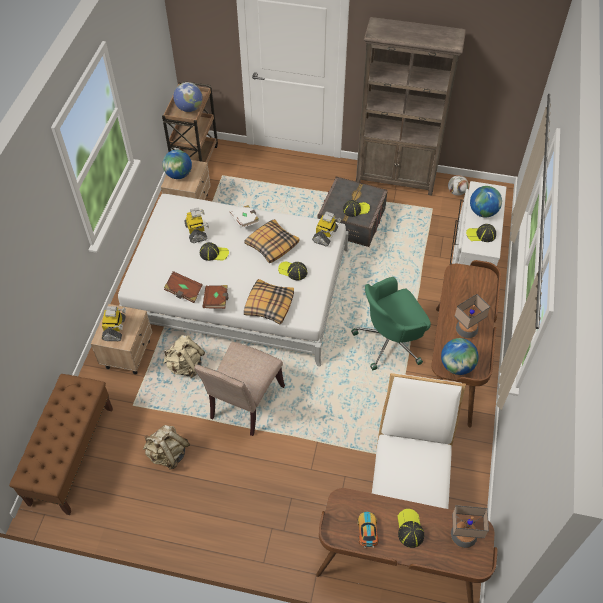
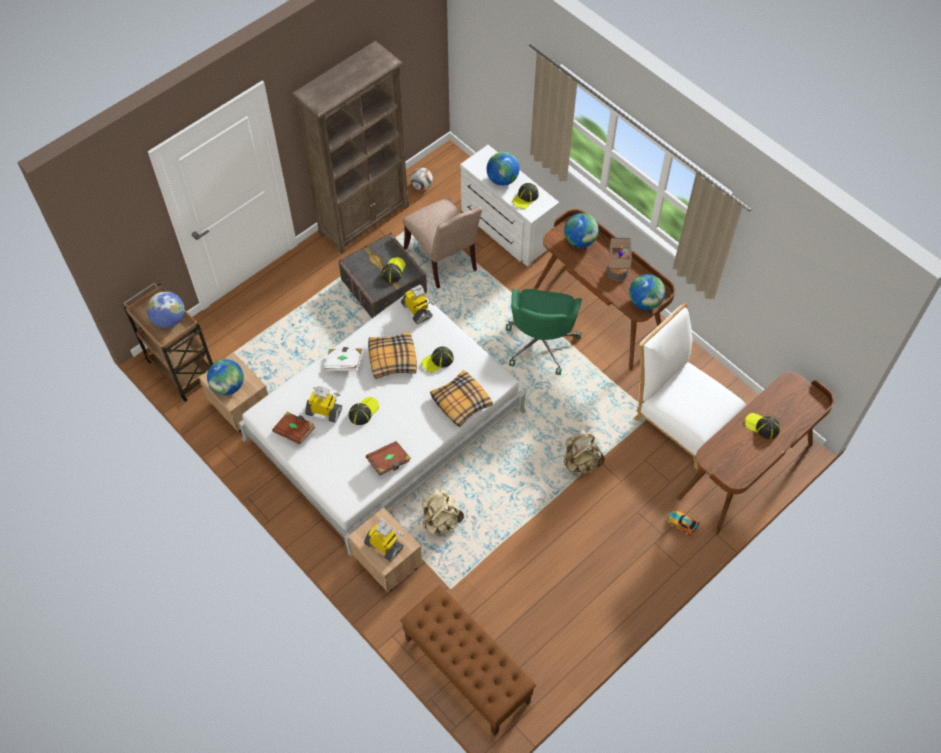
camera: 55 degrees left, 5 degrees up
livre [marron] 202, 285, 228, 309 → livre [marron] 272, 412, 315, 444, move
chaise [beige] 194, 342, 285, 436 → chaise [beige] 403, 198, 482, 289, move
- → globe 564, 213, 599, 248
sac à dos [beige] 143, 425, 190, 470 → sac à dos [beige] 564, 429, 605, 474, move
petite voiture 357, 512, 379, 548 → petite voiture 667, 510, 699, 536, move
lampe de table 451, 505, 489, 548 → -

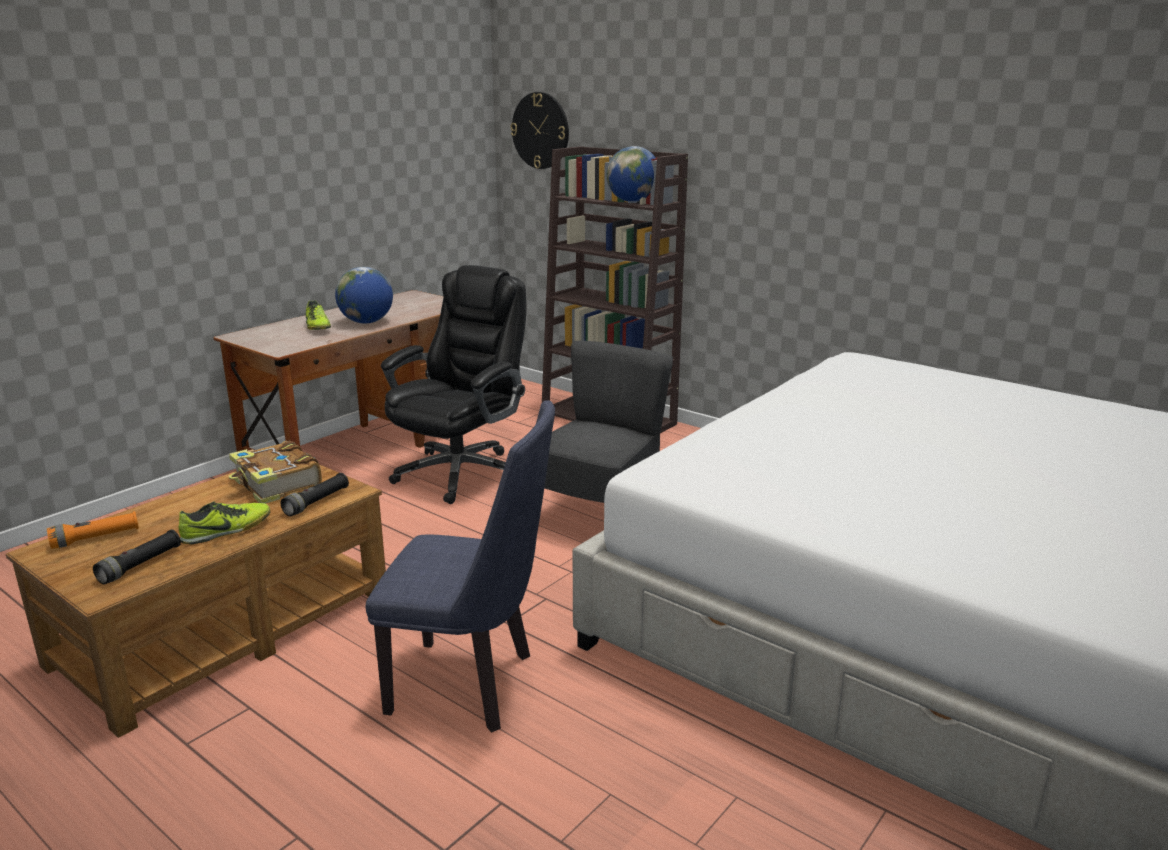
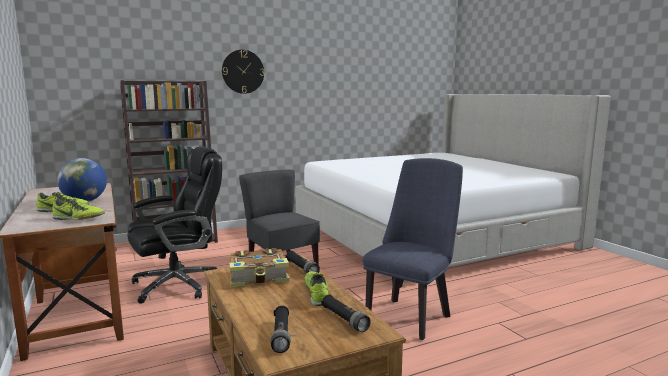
camera: 65 degrees left, 10 degrees down
- → chaussure 52, 199, 105, 220
chaise de bureau [noir] 381, 265, 526, 504 → chaise de bureau [noir] 128, 147, 222, 304, 90 degrees clockwise
horloge murale 510, 92, 569, 169 → horloge murale 222, 50, 264, 94, move
lampe de poche [orange] 47, 511, 139, 549 → lampe de poche [noir] 271, 306, 291, 353
globe 607, 146, 656, 202 → -

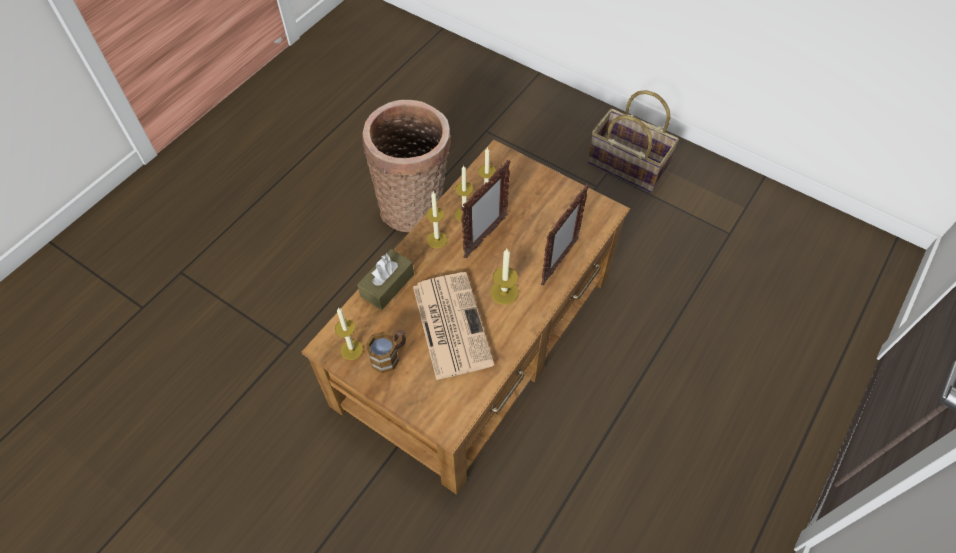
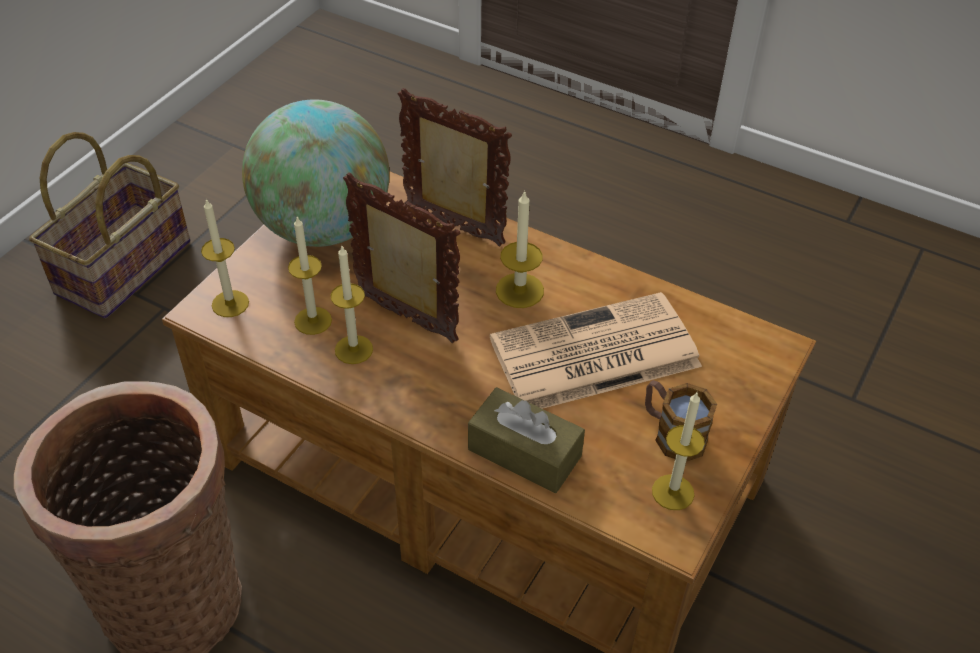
camera: 95 degrees left, 10 degrees down
bougie 426, 192, 447, 248 → bougie 201, 198, 249, 317, move
- → globe 242, 100, 390, 247

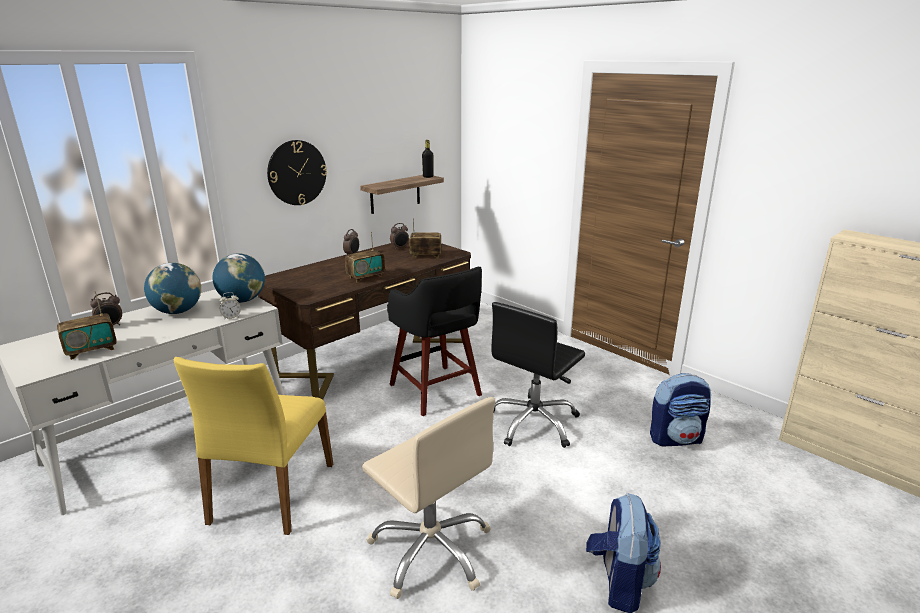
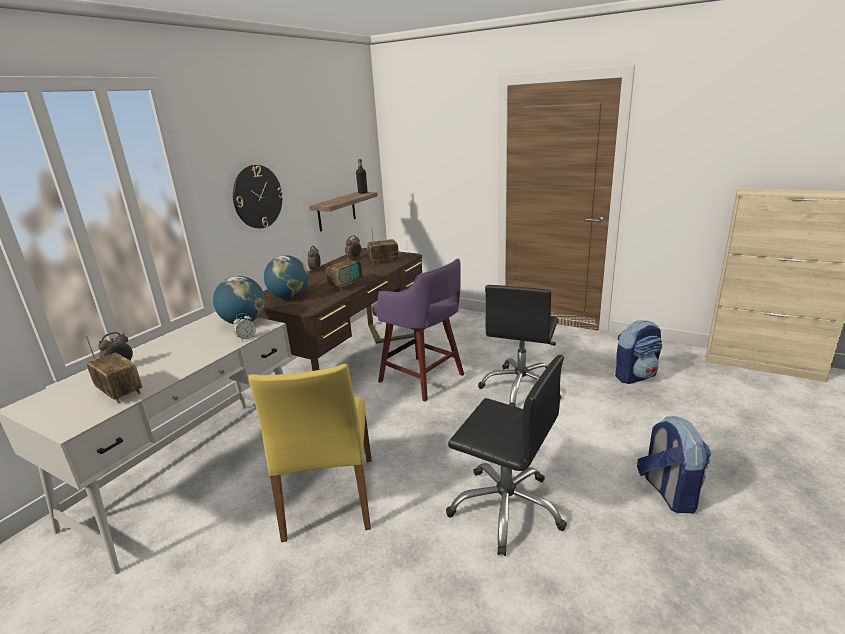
camera: 15 degrees left, 0 degrees up
radio 57, 291, 117, 360 → radio 86, 335, 142, 403, 90 degrees counterclockwise
globe 144, 263, 201, 314 → globe 264, 255, 309, 299, move
tabouret [noir] 387, 267, 482, 416 → tabouret [violet] 372, 259, 464, 401
chaise de bureau [beige] 362, 397, 495, 599 → chaise de bureau [noir] 446, 355, 567, 556

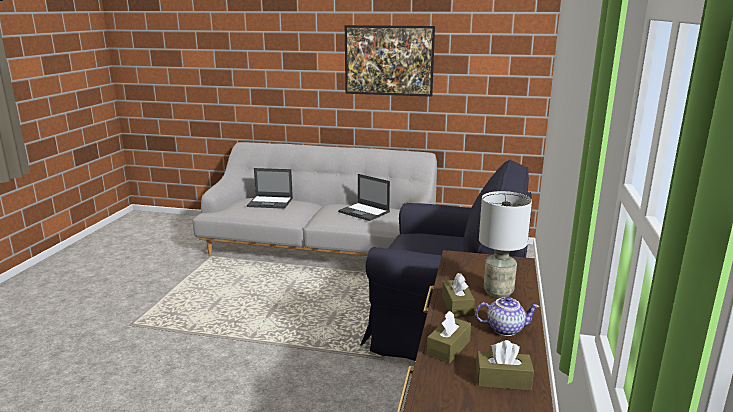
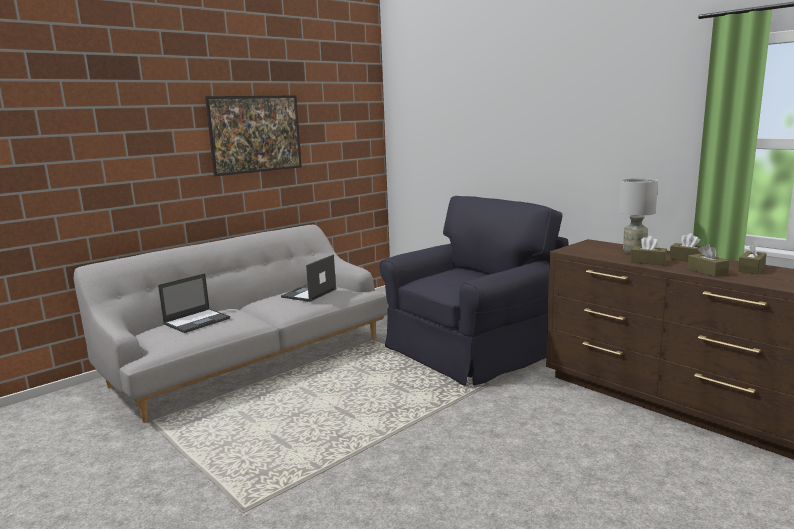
camera: 55 degrees left, 5 degrees down
ordinateur portable 338, 174, 390, 221 → ordinateur portable 281, 255, 336, 302, 135 degrees clockwise
théière 475, 296, 540, 336 → boîte à mouchoirs [marron] 669, 233, 704, 261

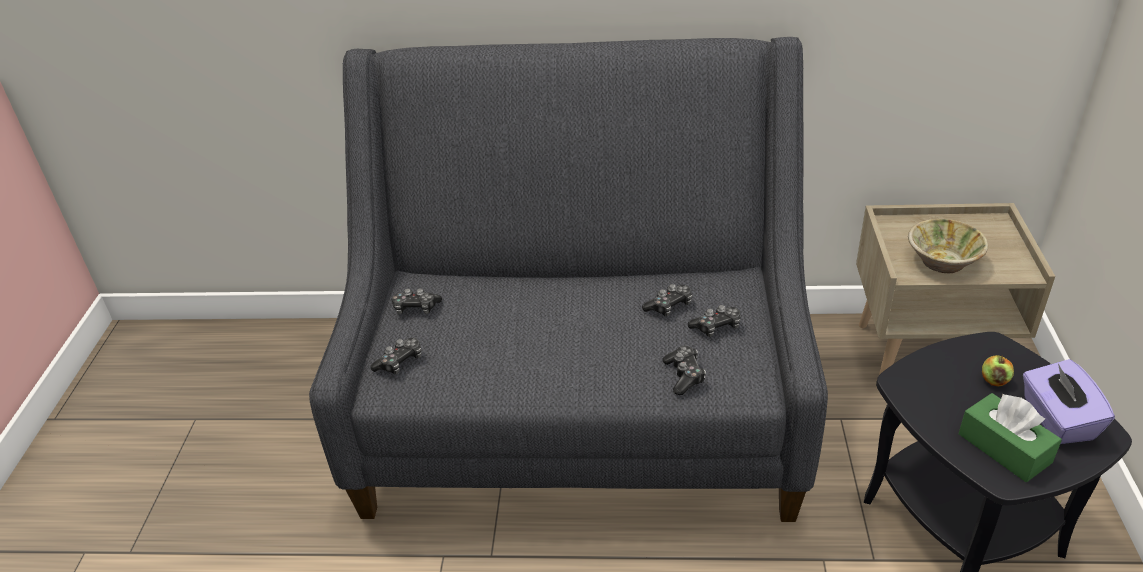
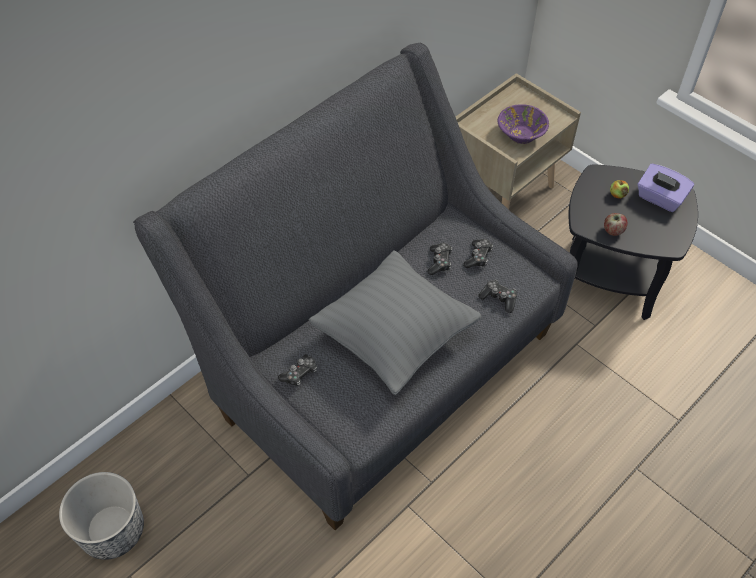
camera: 50 degrees left, 15 degrees up
- → cache-pot 59, 472, 144, 560
- → coussin [gris] 309, 250, 481, 395
bol [beige] 908, 219, 988, 273 → bol [violet] 498, 104, 549, 144
- → pomme 604, 213, 628, 236
manette 370, 338, 422, 374 → -
boîte à mouchoirs [vert] 959, 393, 1062, 482 → -

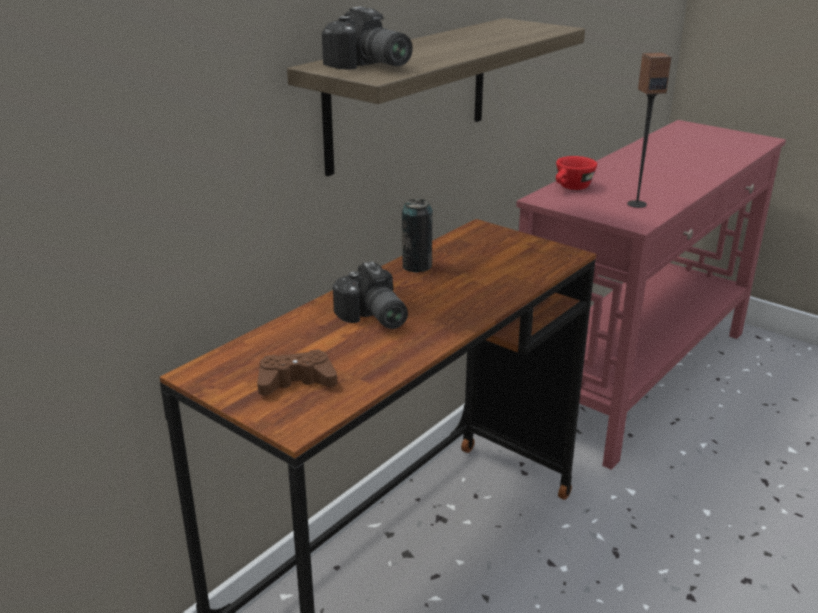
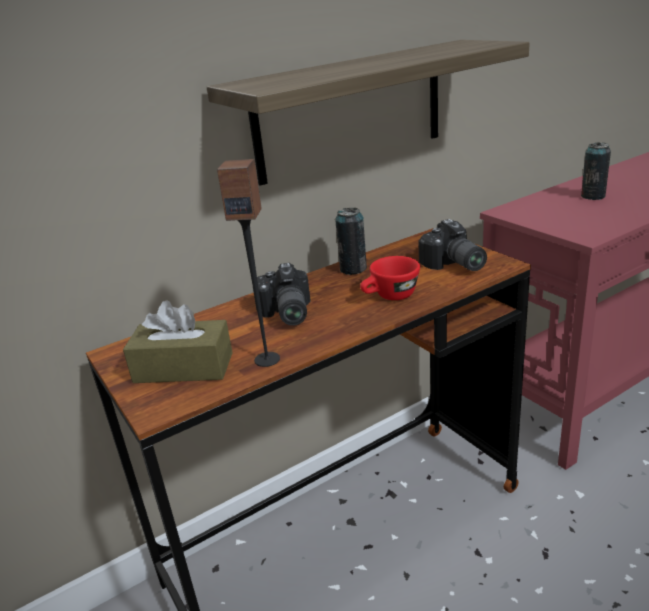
camera: 20 degrees right, 0 degrees up
manette [marron] 257, 349, 337, 395 → boîte à mouchoirs [marron] 123, 300, 233, 383
enceinte 627, 52, 671, 208 → enceinte 217, 159, 280, 367, move
tasse [rouge] 556, 156, 597, 190 → tasse [rouge] 360, 256, 420, 300, move
appareil photo 322, 6, 413, 69 → appareil photo 418, 219, 487, 271, move
- → boîte métallique 581, 143, 611, 200

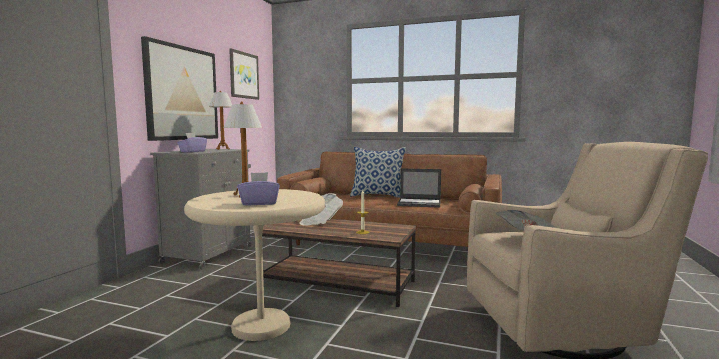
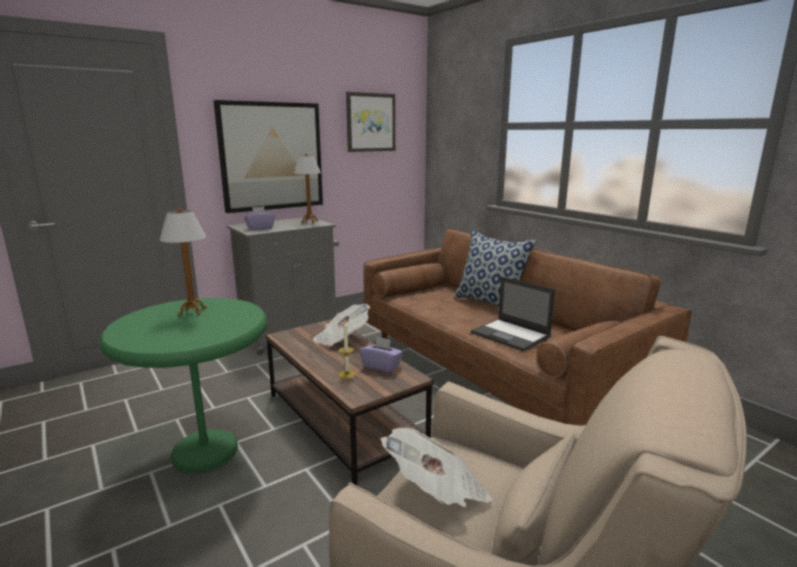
camera: 35 degrees right, 10 degrees up
table d'appoint [beige] 184, 189, 325, 341 → table d'appoint [vert] 100, 298, 267, 473
boîte à mouchoirs [violet] 237, 172, 280, 206 → boîte à mouchoirs [violet] 360, 337, 403, 373, move

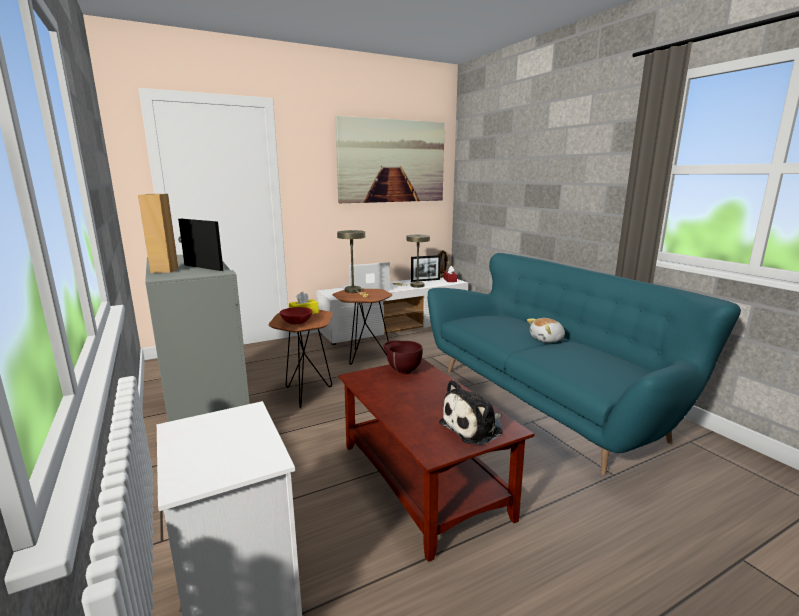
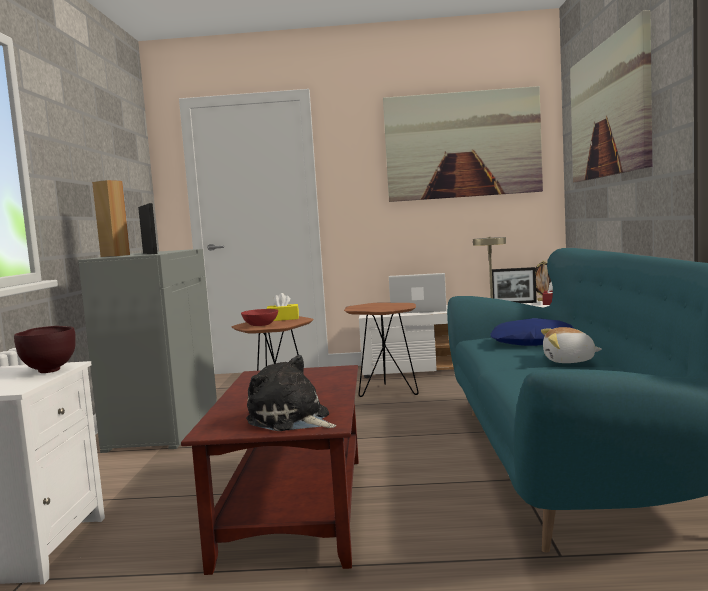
camera: 30 degrees right, 10 degrees down
bol [marron] 383, 341, 423, 374 → bol [marron] 14, 326, 76, 373, move
peluche 439, 380, 503, 445 → peluche 246, 355, 336, 431, 45 degrees clockwise
- → coussin [bleu] 490, 318, 574, 346
- → tableau 570, 10, 652, 182
lampe de table [beige] 337, 230, 368, 297 → -

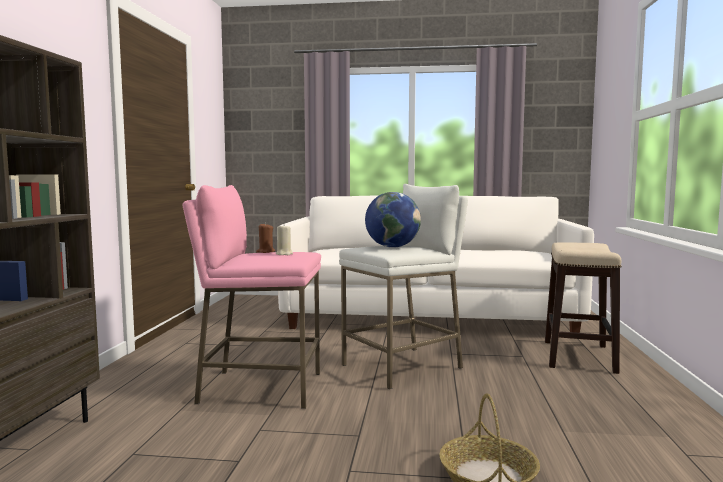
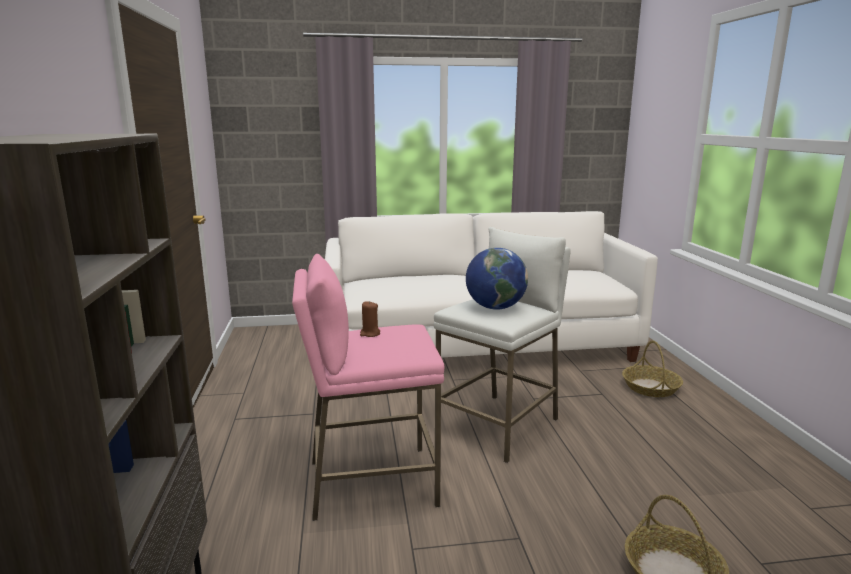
camera: 15 degrees left, 10 degrees up
tabouret 545, 242, 622, 374 → panier 622, 340, 683, 397
bougie [beige] 276, 226, 293, 255 → -

